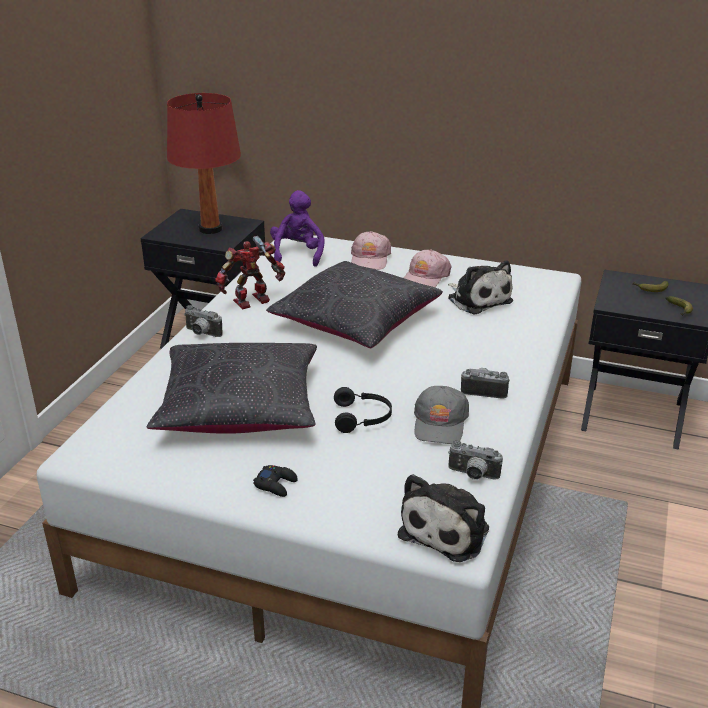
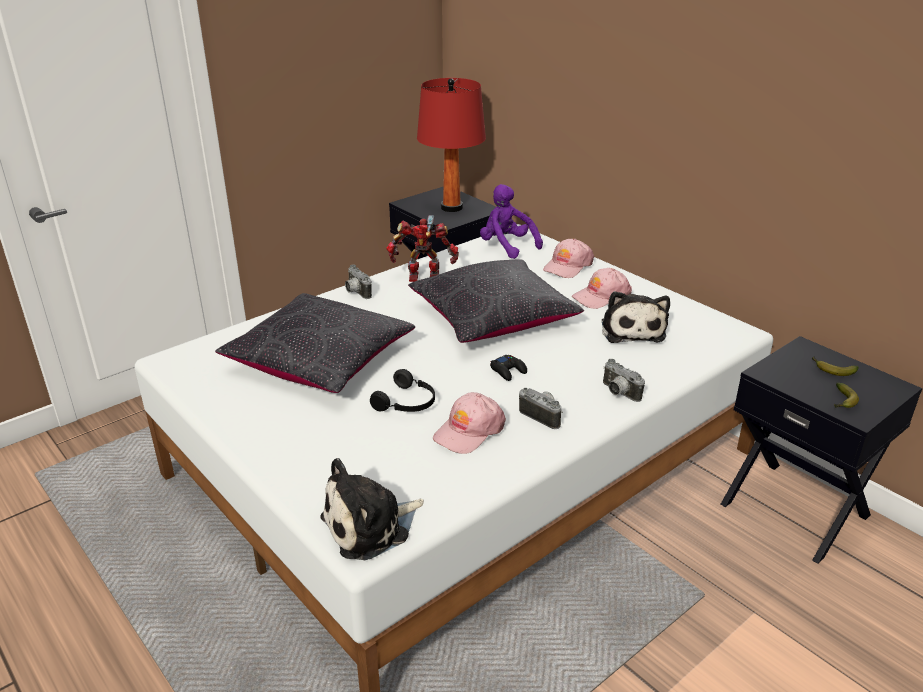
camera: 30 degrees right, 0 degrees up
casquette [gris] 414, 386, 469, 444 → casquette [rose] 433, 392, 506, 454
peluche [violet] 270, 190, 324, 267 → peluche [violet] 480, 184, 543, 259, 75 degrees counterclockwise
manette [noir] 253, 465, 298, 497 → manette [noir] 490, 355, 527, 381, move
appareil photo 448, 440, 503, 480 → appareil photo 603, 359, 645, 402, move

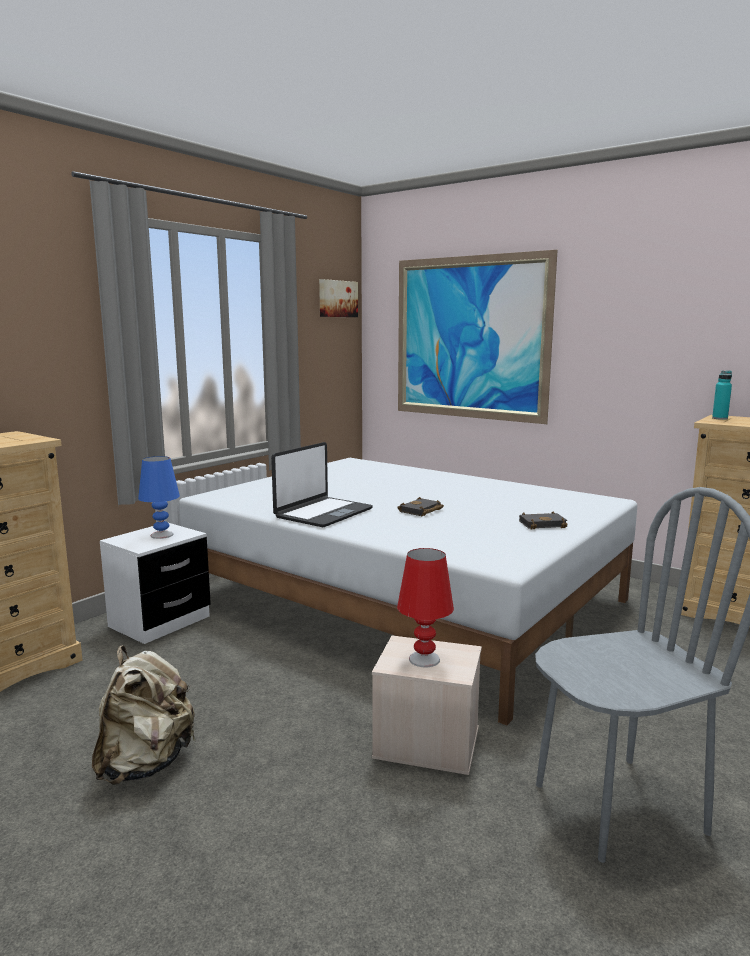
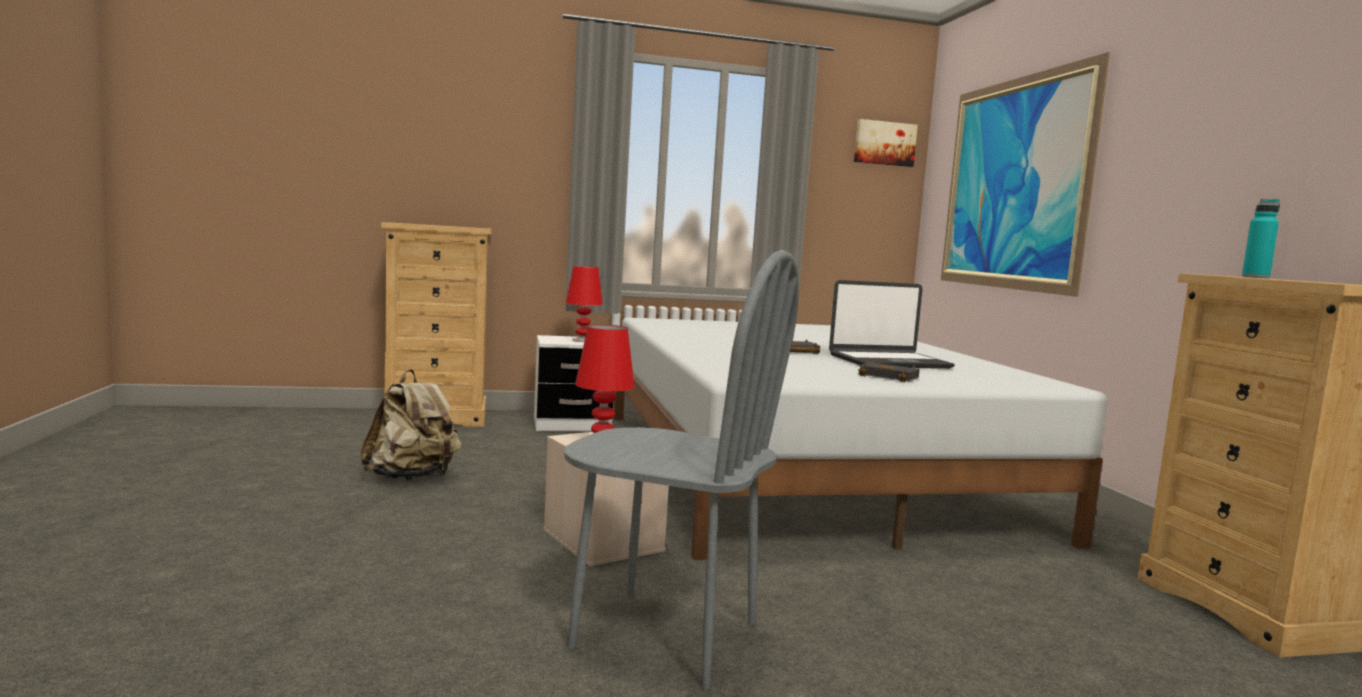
camera: 40 degrees right, 5 degrees down
lampe de table [bleu] 138, 456, 180, 539 → lampe de table [rouge] 565, 266, 603, 342
ordinateur portable 271, 442, 373, 527 → ordinateur portable 829, 280, 955, 369, move

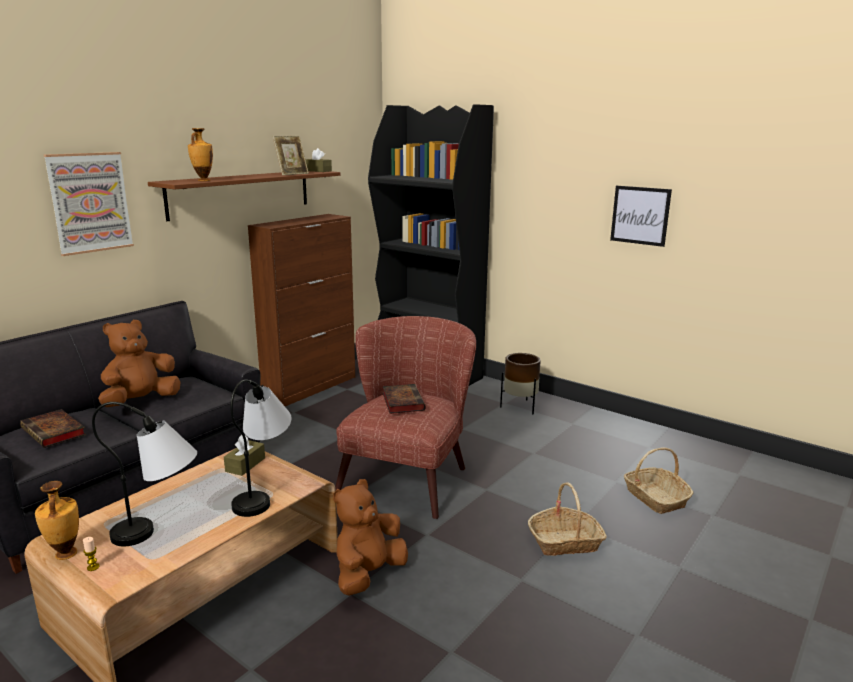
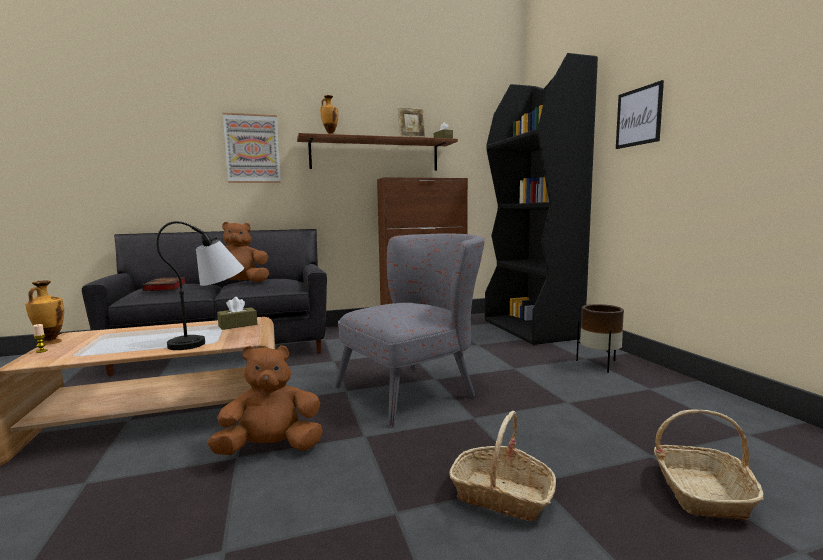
camera: 35 degrees right, 10 degrees down
fauteuil [marron] 335, 316, 476, 519 → fauteuil [gris] 335, 233, 485, 427
tableau 610, 186, 672, 247 → tableau 616, 80, 664, 149, move
lampe de table 92, 402, 197, 546 → -
livre 383, 384, 425, 414 → -

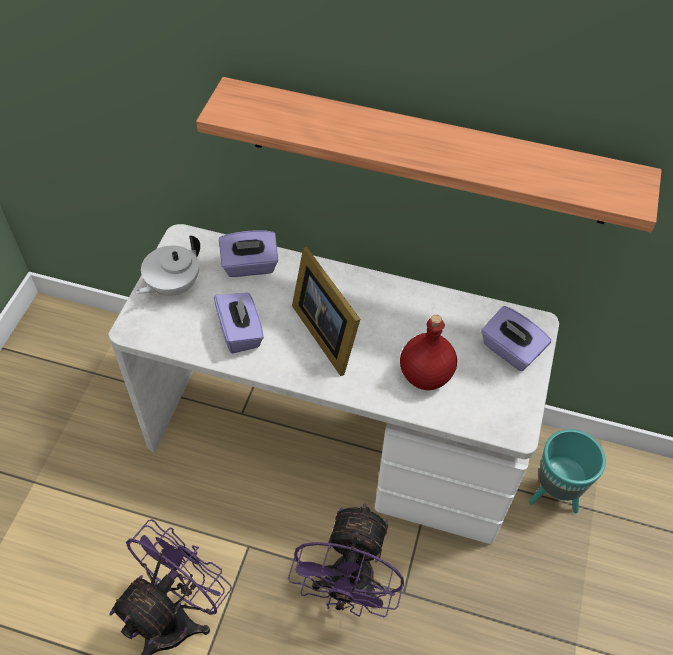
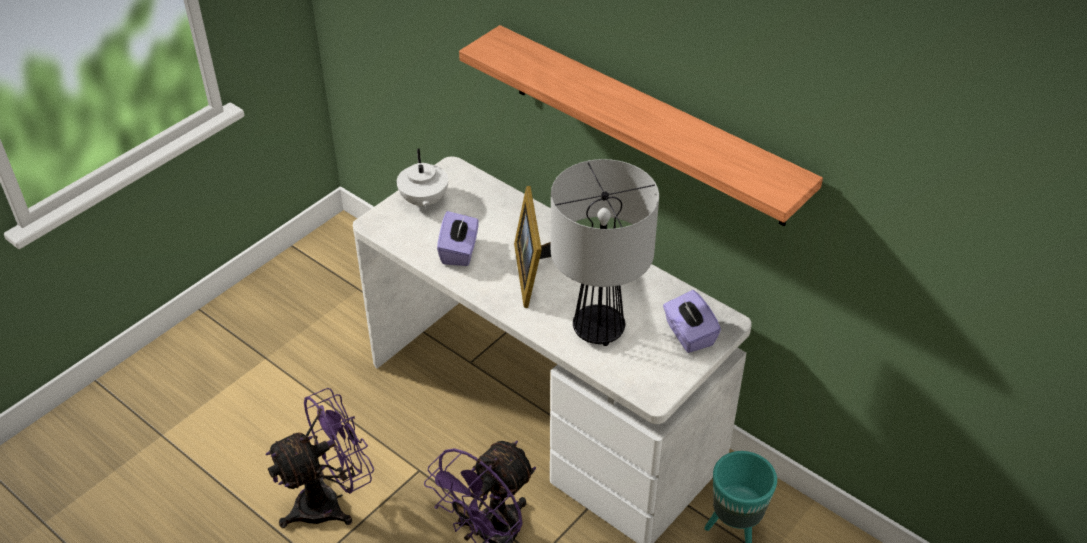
camera: 25 degrees right, 10 degrees down
théière [blanc] 135, 236, 200, 296 → théière [blanc] 397, 148, 448, 210, 75 degrees counterclockwise
bouteille [rouge] 400, 315, 457, 390 → lampe de table 551, 159, 659, 346
boîte à mouchoirs [violet] 219, 230, 278, 277 → -

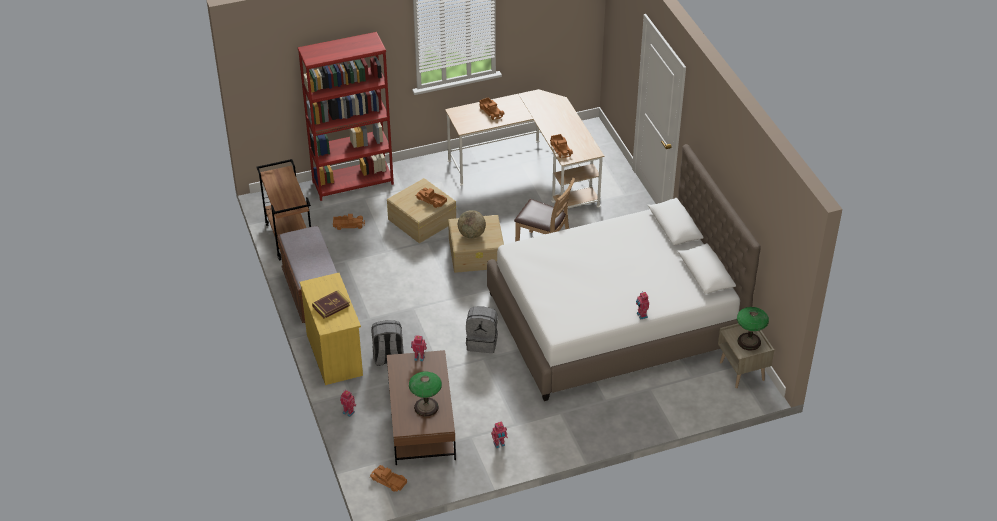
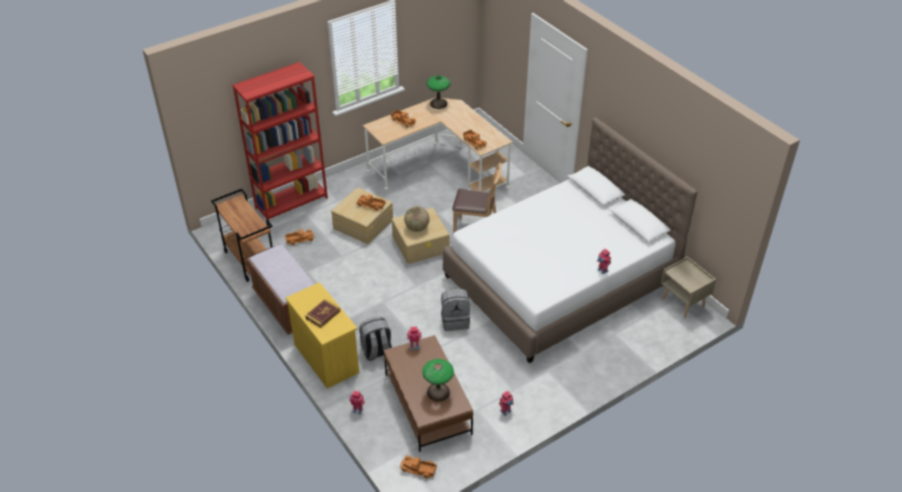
camera: 15 degrees left, 0 degrees up
lampe de table 737, 307, 769, 350 → lampe de table 427, 76, 450, 109, move

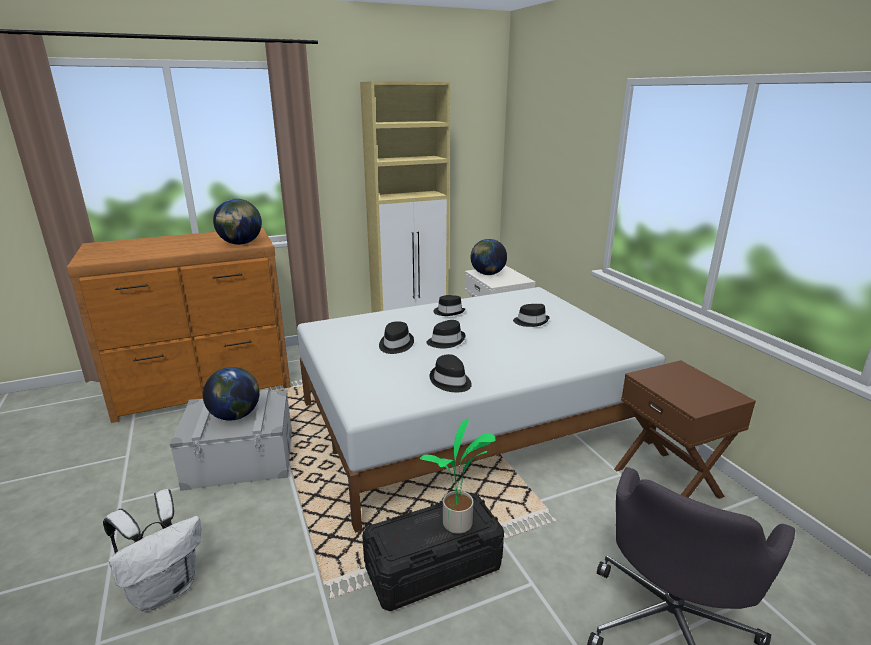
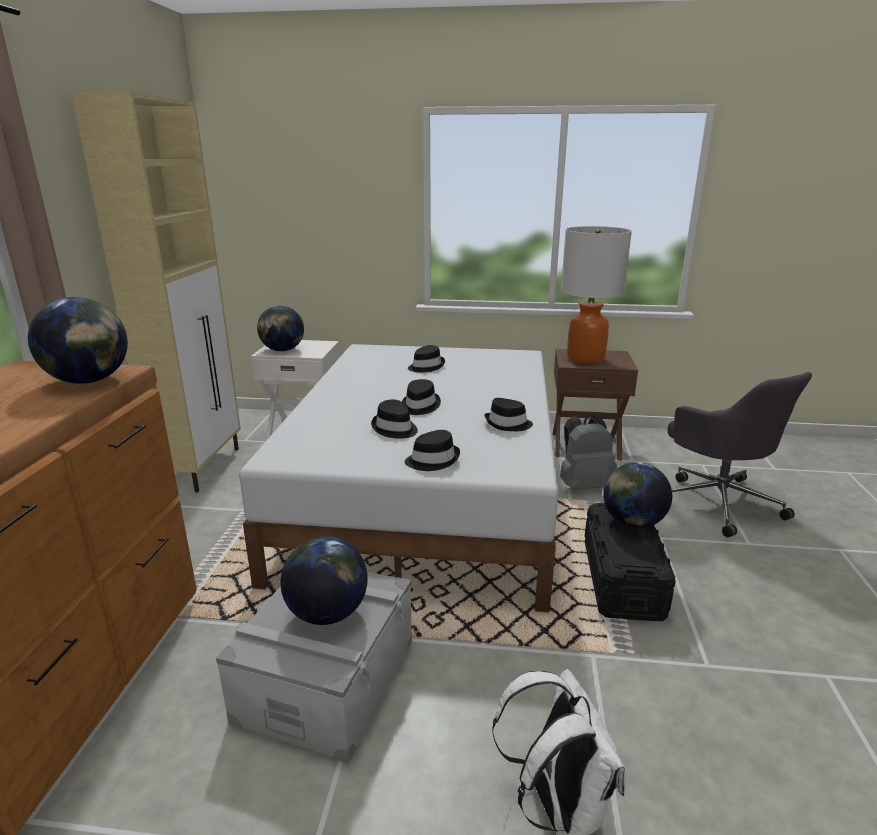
camera: 60 degrees left, 0 degrees up
chapeau [noir] 434, 295, 465, 316 → chapeau [noir] 405, 430, 460, 471, move
- → sac à dos [gris] 560, 415, 617, 490
- → lampe de table 561, 226, 632, 364
plante en pot 420, 419, 496, 534 → globe 603, 462, 672, 528

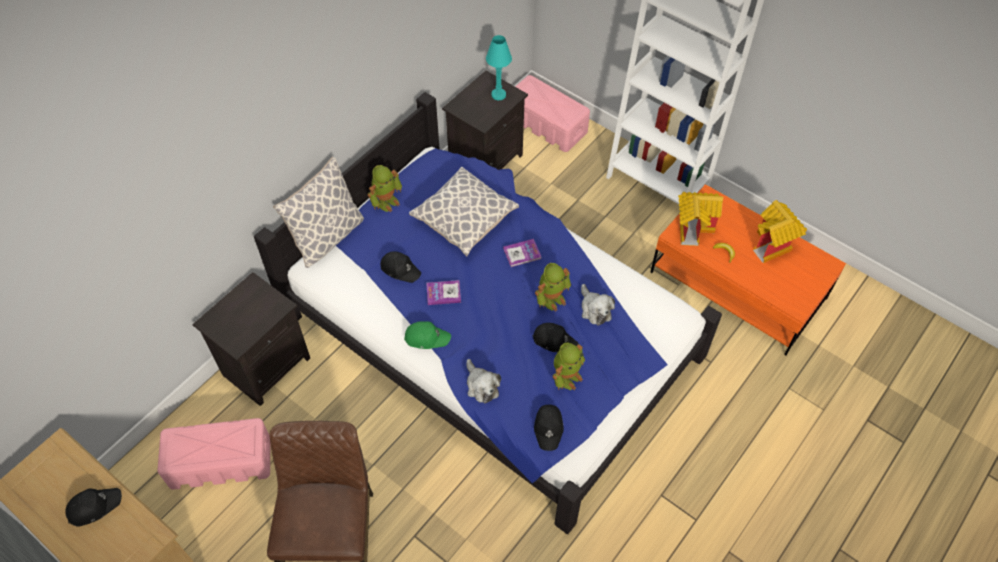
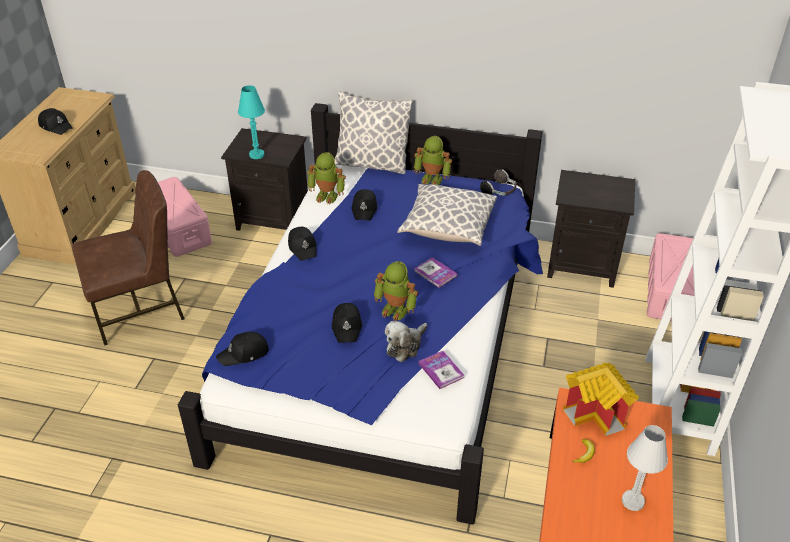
camera: 65 degrees right, 15 degrees down
lampe de table [turquoise] 486, 35, 512, 100 → lampe de table [turquoise] 238, 85, 265, 159, move
casquette [vert] 404, 321, 451, 349 → casquette [noir] 288, 227, 317, 261
robot jouet 553, 342, 585, 390 → robot jouet 307, 152, 346, 204, move
livre 426, 280, 461, 305 → livre 419, 351, 464, 389, move
- → casque audio 480, 169, 517, 196
maison miniature 753, 200, 807, 263 → lampe de table [blanc] 622, 425, 668, 511
peluche 466, 359, 501, 404 → -

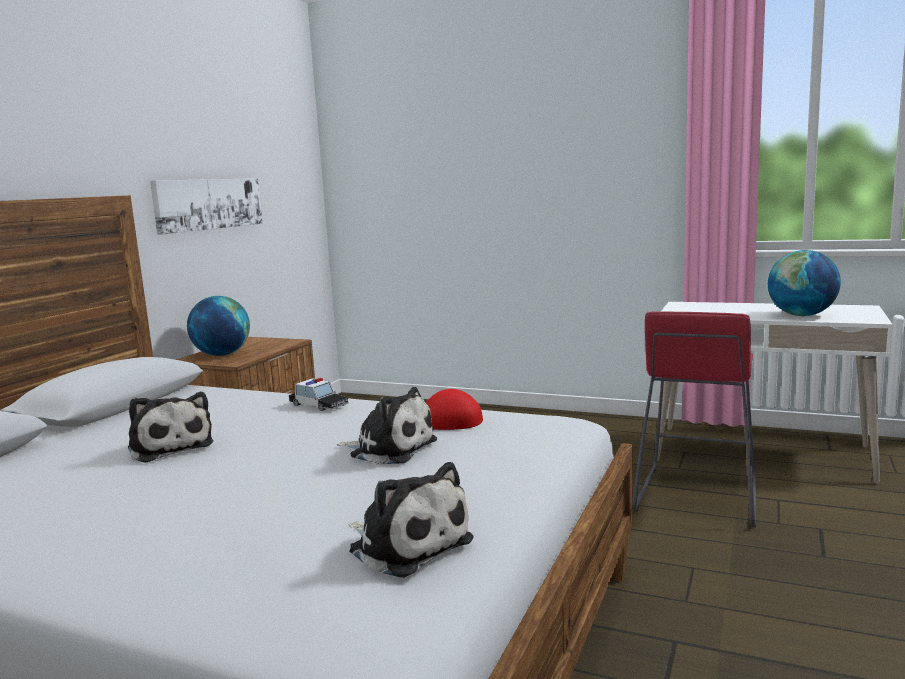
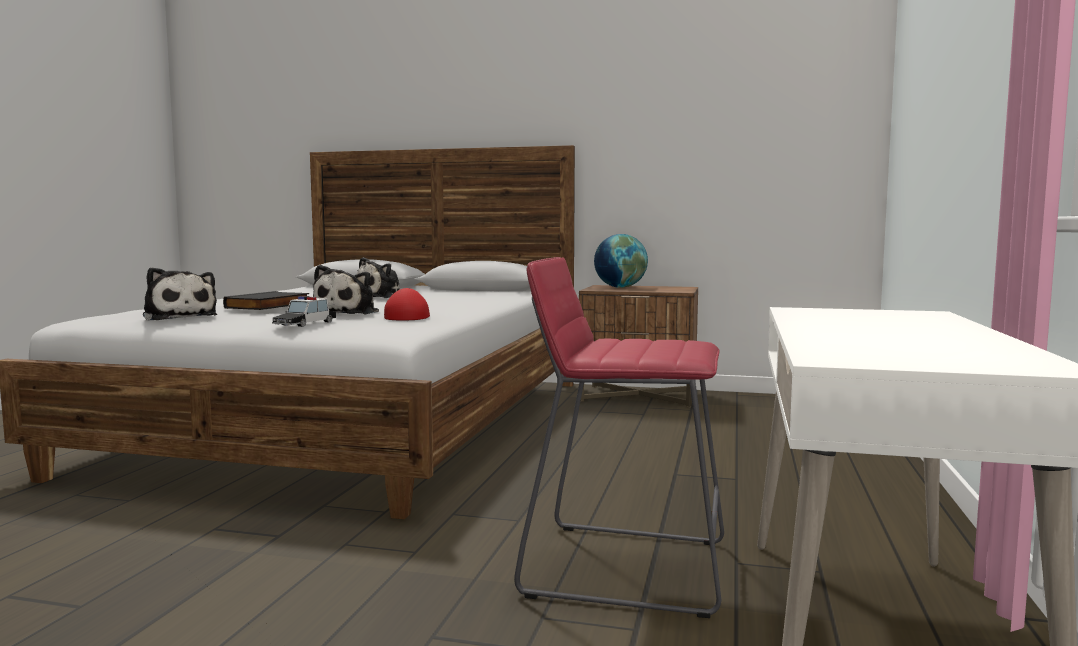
camera: 80 degrees right, 5 degrees down
peluche 348, 462, 474, 578 → peluche 143, 267, 218, 321, 75 degrees counterclockwise
- → livre [noir] 223, 291, 309, 310
petite voiture 289, 378, 349, 411 → petite voiture 272, 296, 336, 327, move
tableau 150, 178, 263, 235 → -
globe 768, 250, 841, 316 → -

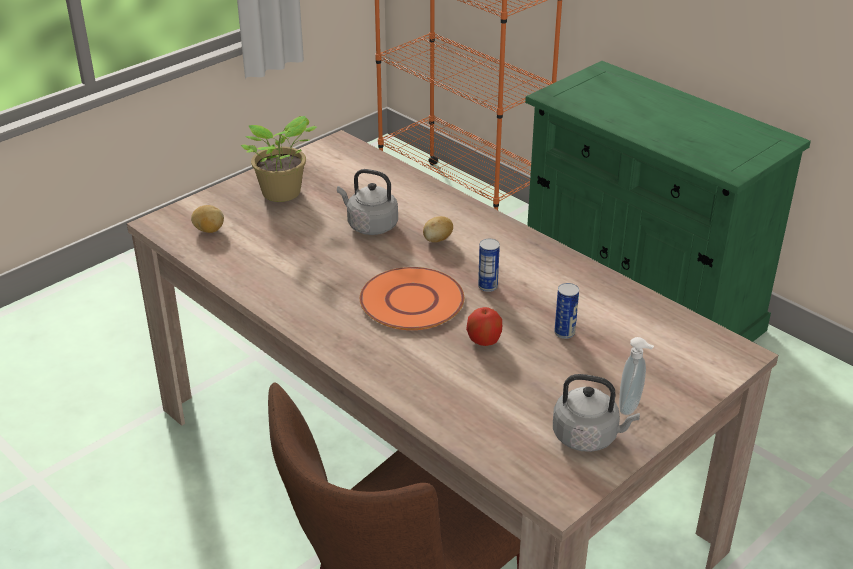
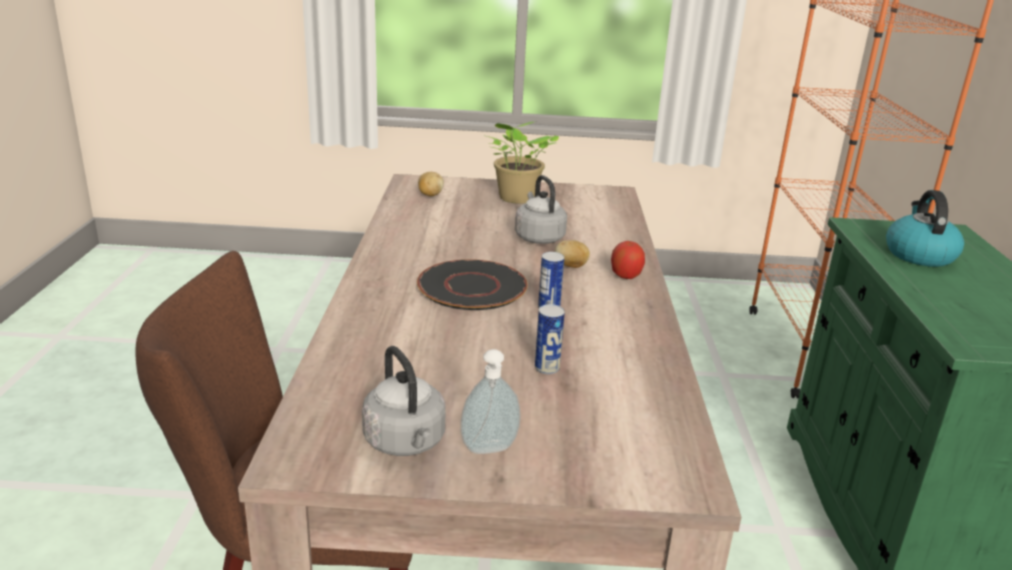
camera: 45 degrees right, 10 degrees down
assiette [orange] 360, 267, 464, 330 → assiette [noir] 417, 259, 528, 310
pomme 466, 307, 502, 346 → pomme 611, 241, 645, 279, move
- → bouilloire 886, 190, 964, 267

